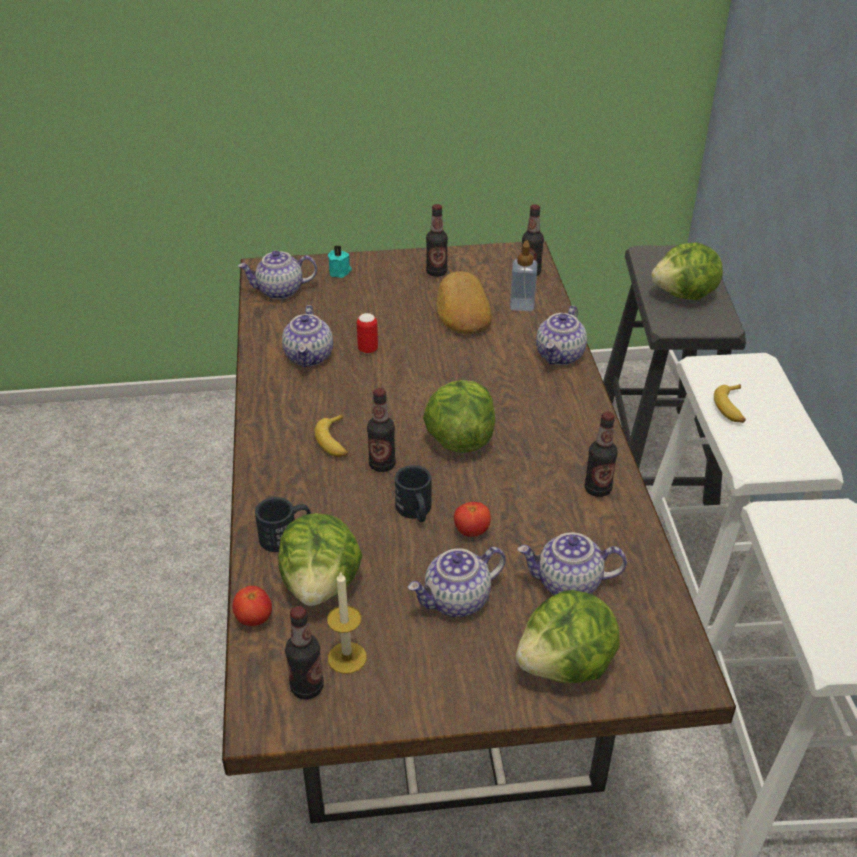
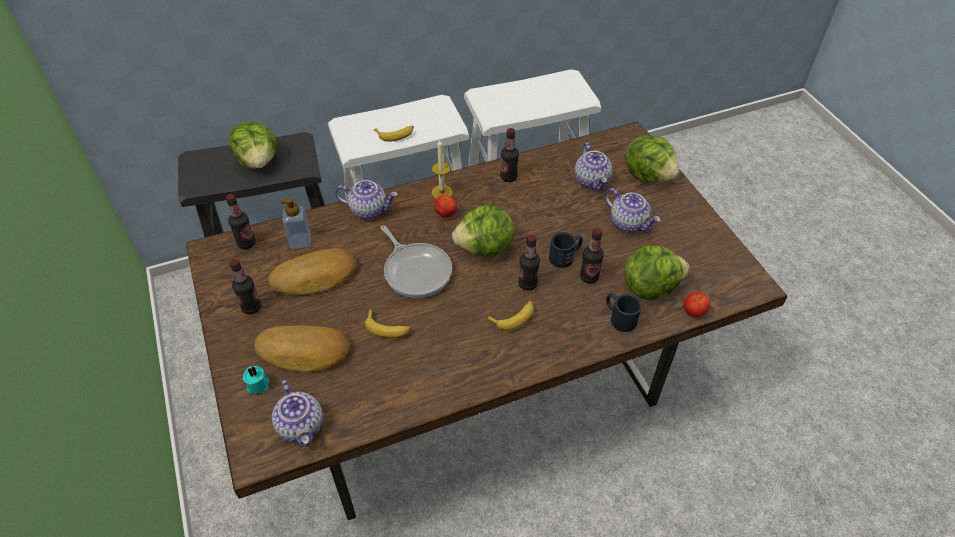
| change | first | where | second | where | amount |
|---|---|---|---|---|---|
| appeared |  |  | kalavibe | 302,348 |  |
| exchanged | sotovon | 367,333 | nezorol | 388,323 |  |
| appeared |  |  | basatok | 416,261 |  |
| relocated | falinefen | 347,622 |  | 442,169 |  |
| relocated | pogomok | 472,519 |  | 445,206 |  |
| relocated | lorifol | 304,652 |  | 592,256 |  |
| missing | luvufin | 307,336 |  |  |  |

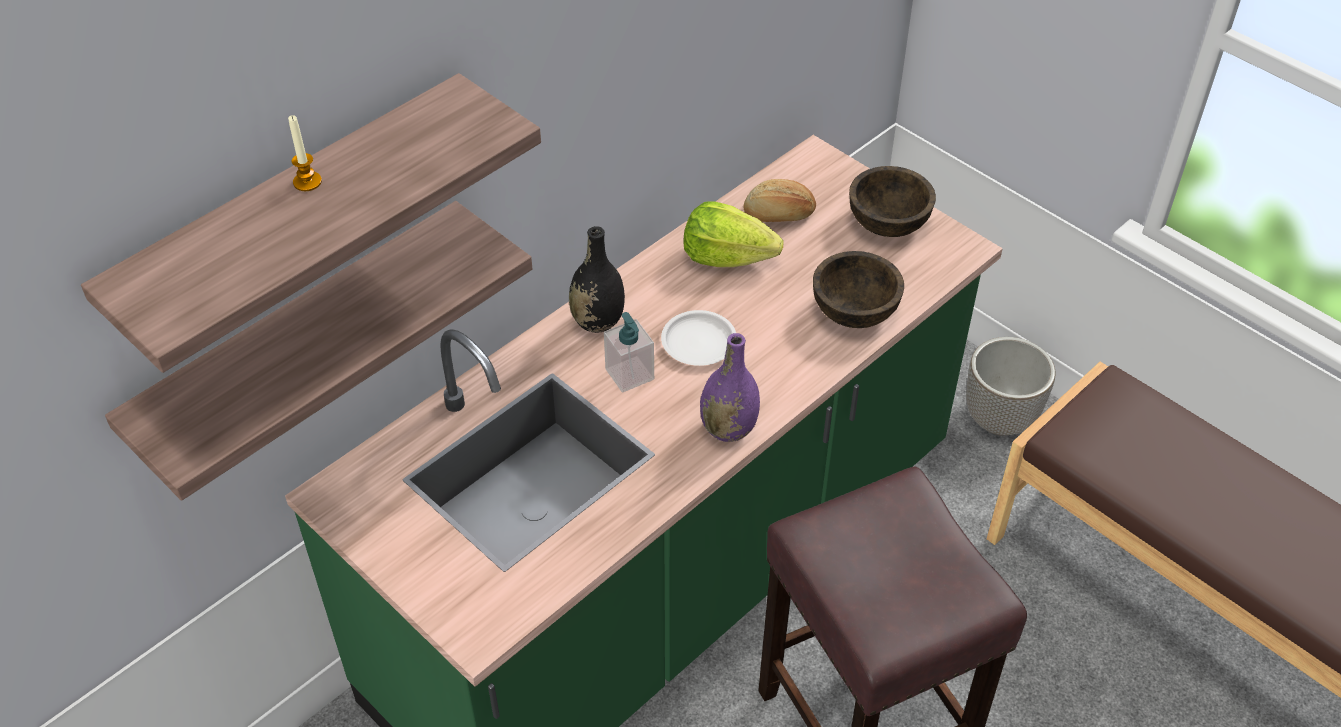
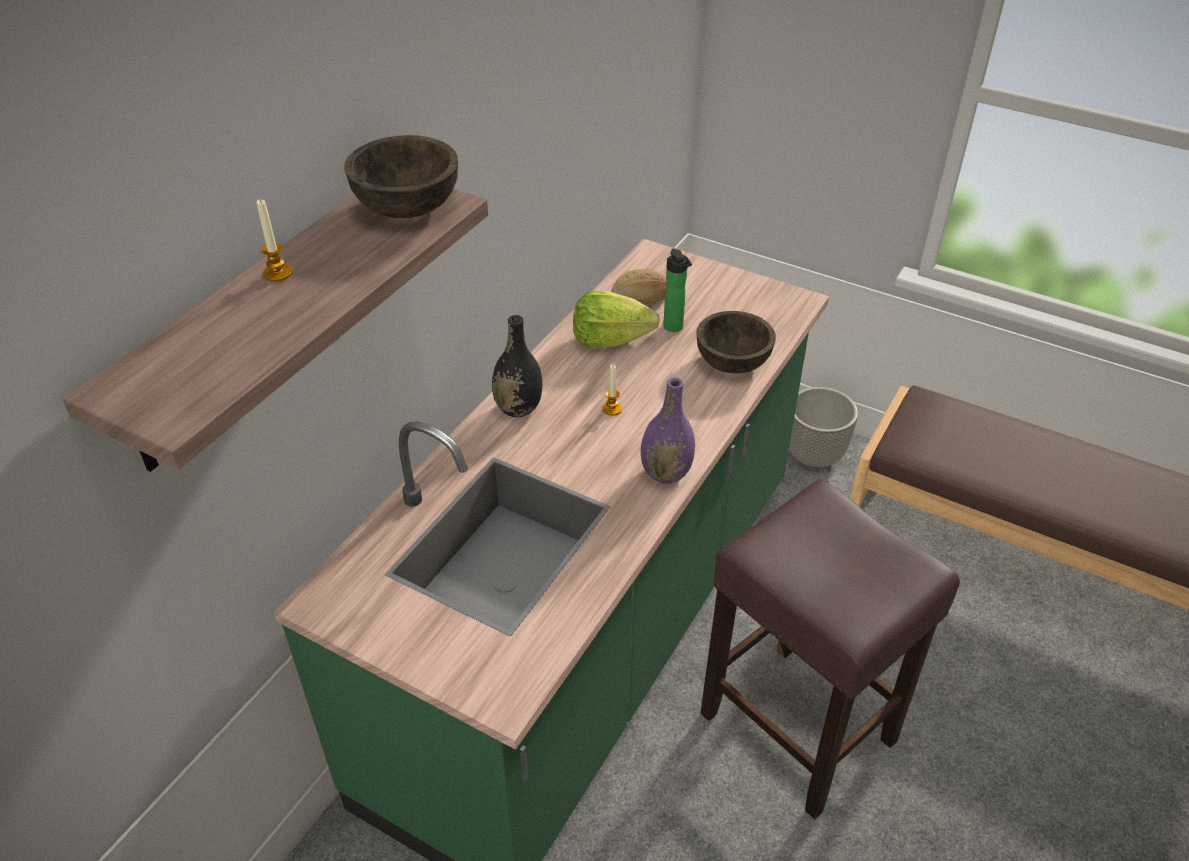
| change | first | where | second | where | amount |
|---|---|---|---|---|---|
| relocated | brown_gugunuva | 892,201 |  | 401,176 |  |
| exchanged | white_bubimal | 698,338 | falinefen | 612,390 |  |
| appeared |  |  | lorifol | 677,290 |  |
| missing | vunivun | 318,351 |  |  |  |
| missing | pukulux | 629,352 |  |  |  |

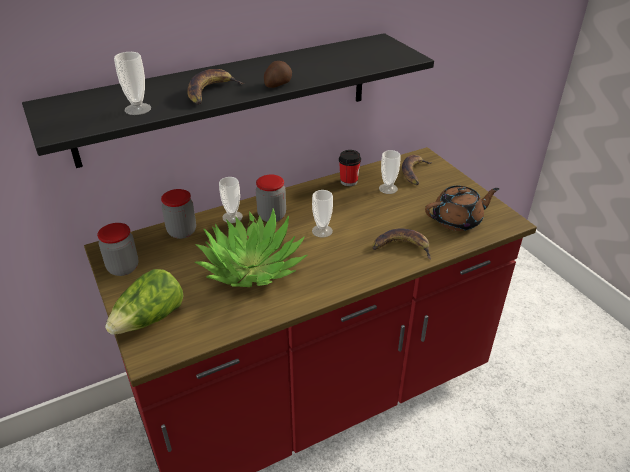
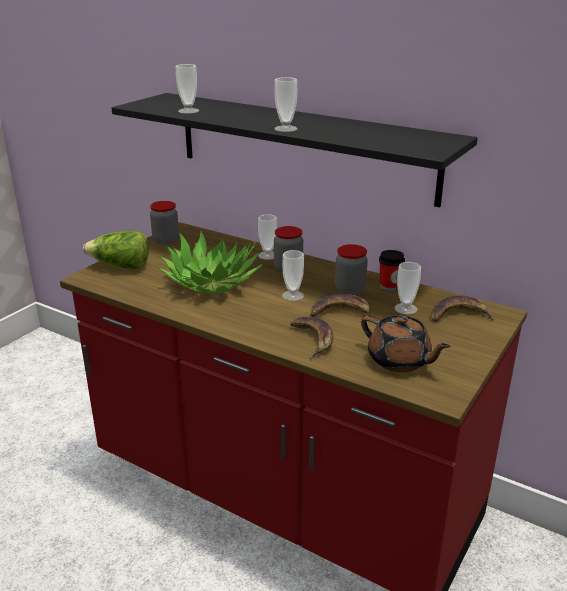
| change | first | where | second | where | amount |
|---|---|---|---|---|---|
| exchanged | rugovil | 278,74 | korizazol | 285,104 |  |
| relocated | nezorol | 215,87 |  | 340,305 |  |
| relocated | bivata | 178,214 |  | 351,269 |  |

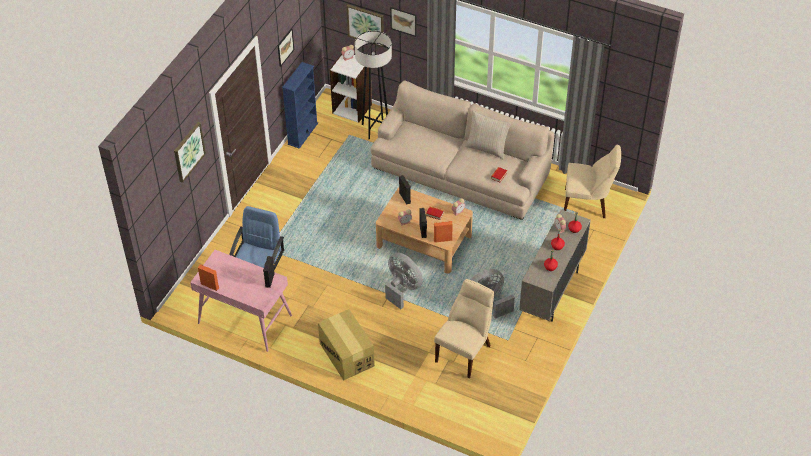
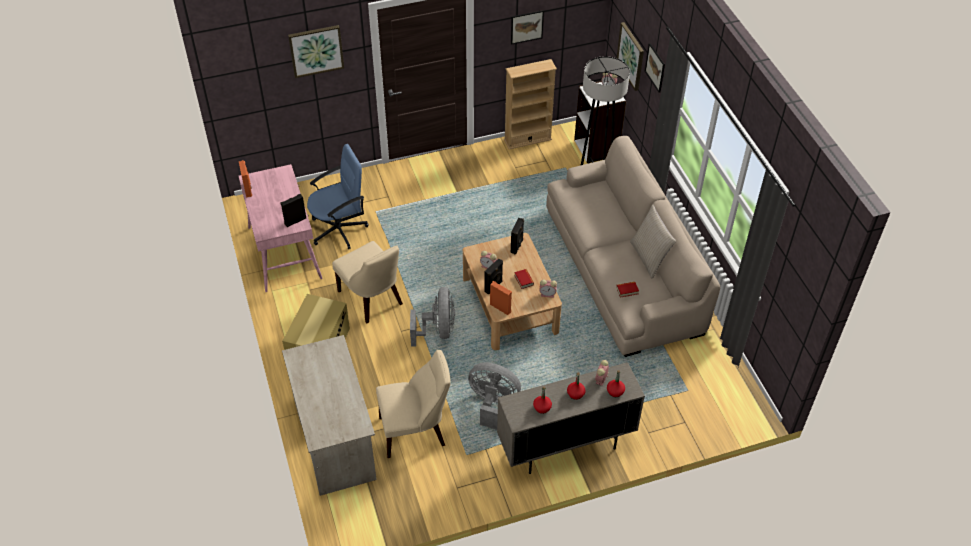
| change | first | where | second | where | amount |
|---|---|---|---|---|---|
| appeared |  |  | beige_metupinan | 329,415 |  |
| relocated | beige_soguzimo | 592,181 |  | 367,282 |  |
| colour | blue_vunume | 300,105 | beige_vunume | 530,104 |  |

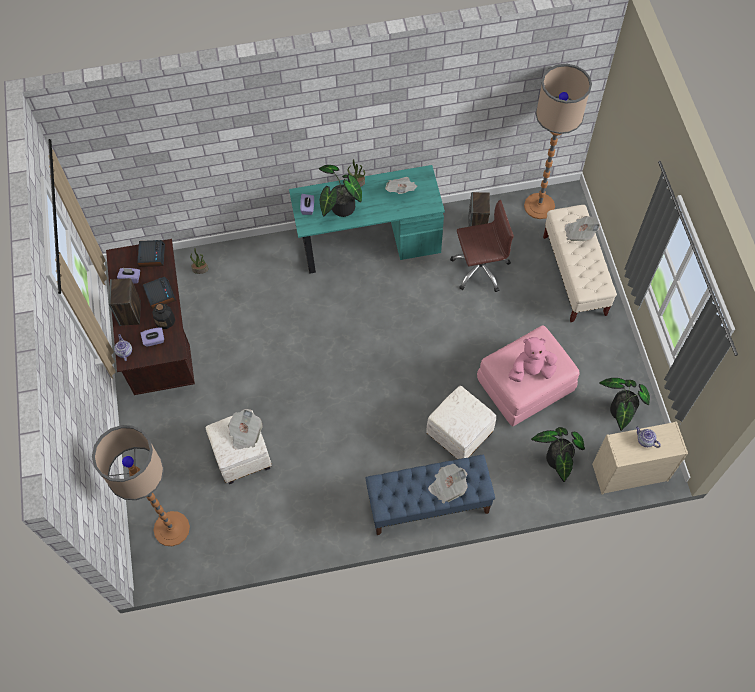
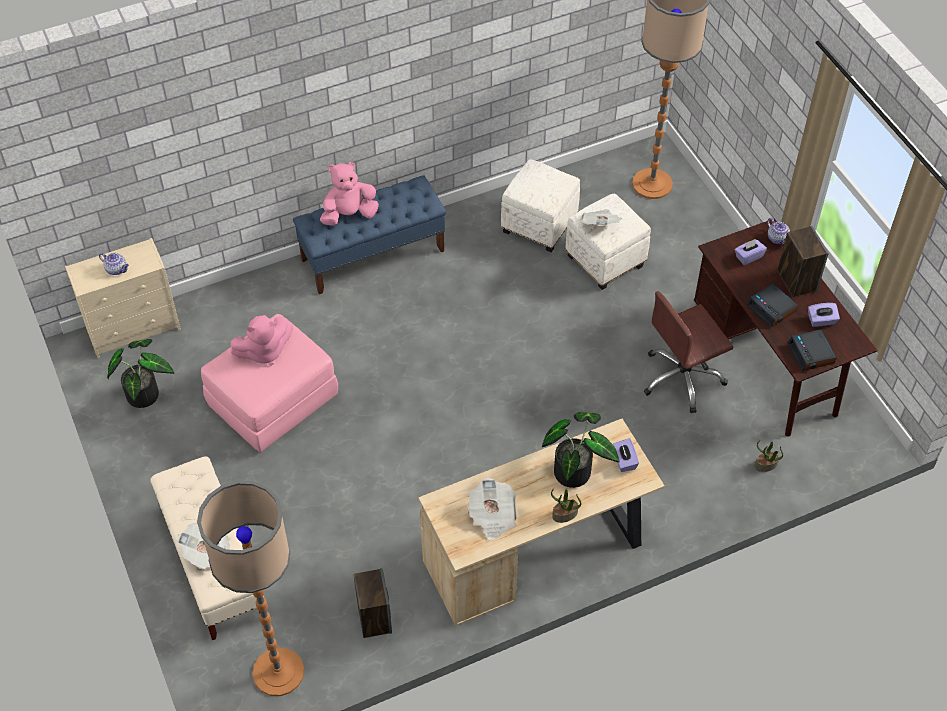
| change | first | where | second | where | amount |
|---|---|---|---|---|---|
| exchanged | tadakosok | 448,484 | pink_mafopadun | 349,194 |  |
| colour | turquoise_metupinan | 367,219 | beige_metupinan | 541,522 |  |
| relocated | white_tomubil | 461,422 |  | 540,205 |  |
| relocated | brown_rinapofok | 482,246 |  | 689,352 |  |
| missing | lorifol | 163,316 |  |  |  |
| missing | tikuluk | 558,454 |  |  |  |

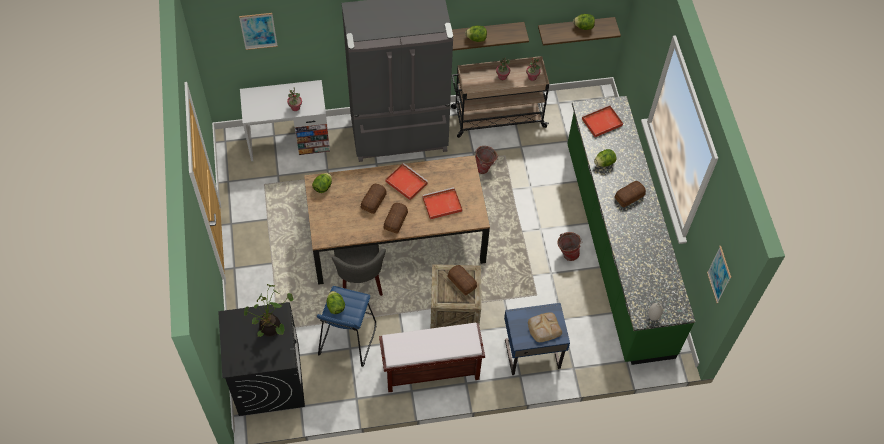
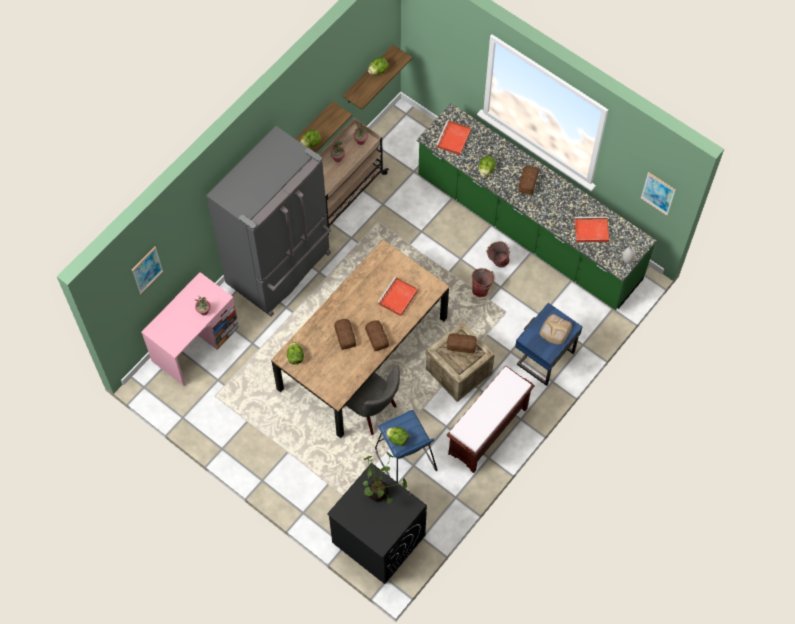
| change | first | where | second | where | amount |
|---|---|---|---|---|---|
| colour | white_metupinan | 285,120 | pink_metupinan | 190,329 |  |
| relocated | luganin | 486,160 |  | 483,282 |  |
| relocated | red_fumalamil | 406,181 |  | 591,229 |  |

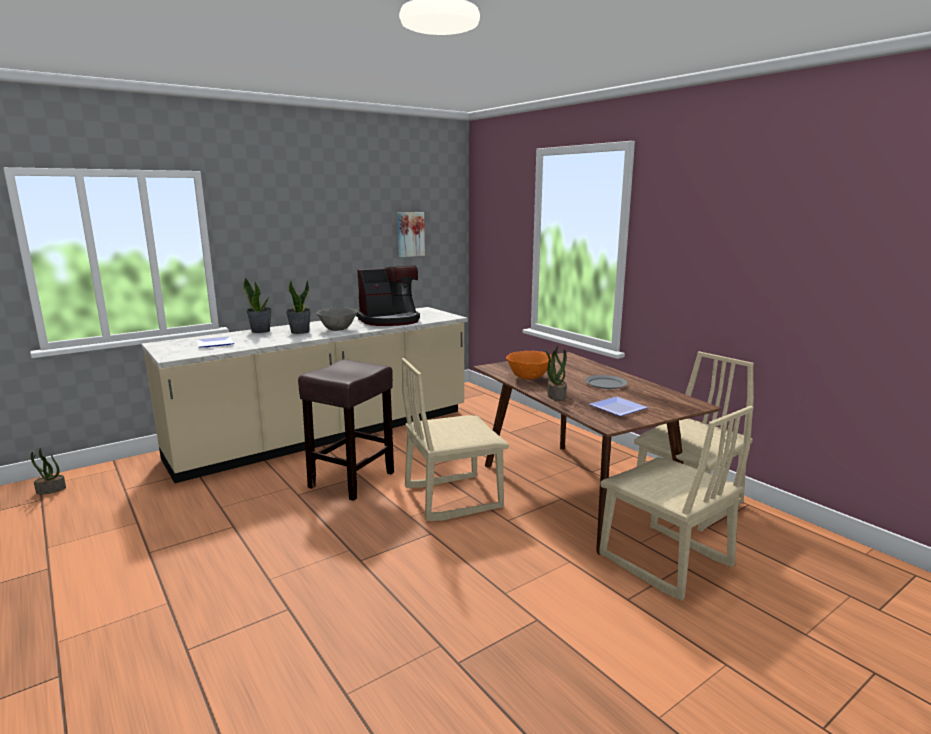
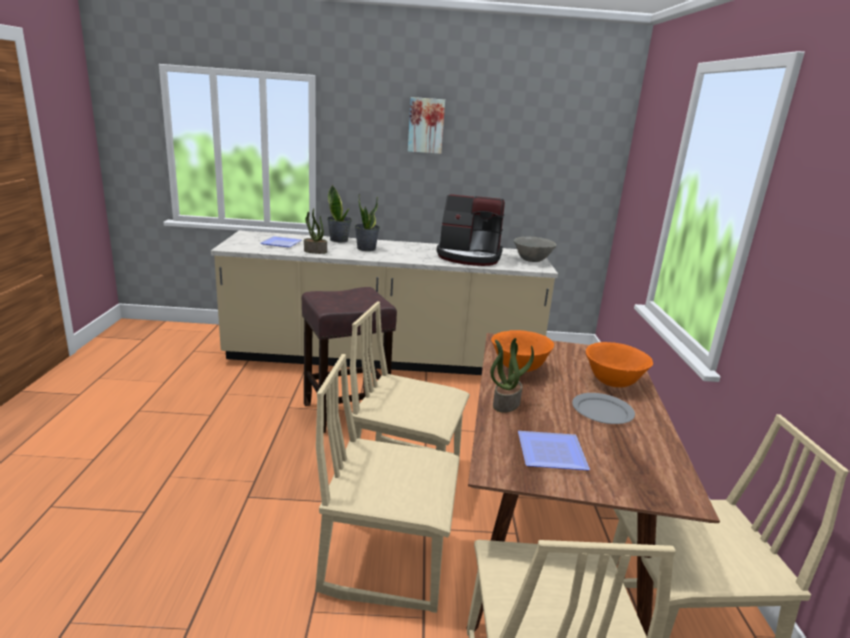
| change | first | where | second | where | amount |
|---|---|---|---|---|---|
| relocated | tikuluk | 48,471 |  | 315,231 |  |
| appeared |  |  | beige_soguzimo | 387,483 |  |
| relocated | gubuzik | 411,234 |  | 426,125 |  |
| relocated | grey_gugunuva | 337,319 |  | 535,249 |  |
| appeared |  |  | orange_gugunuva | 619,364 |  |

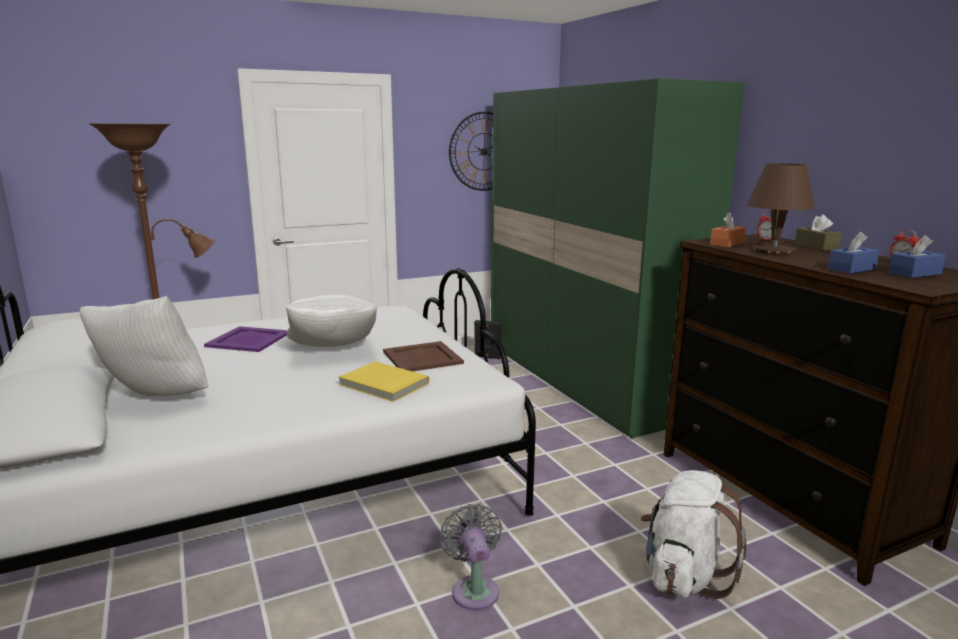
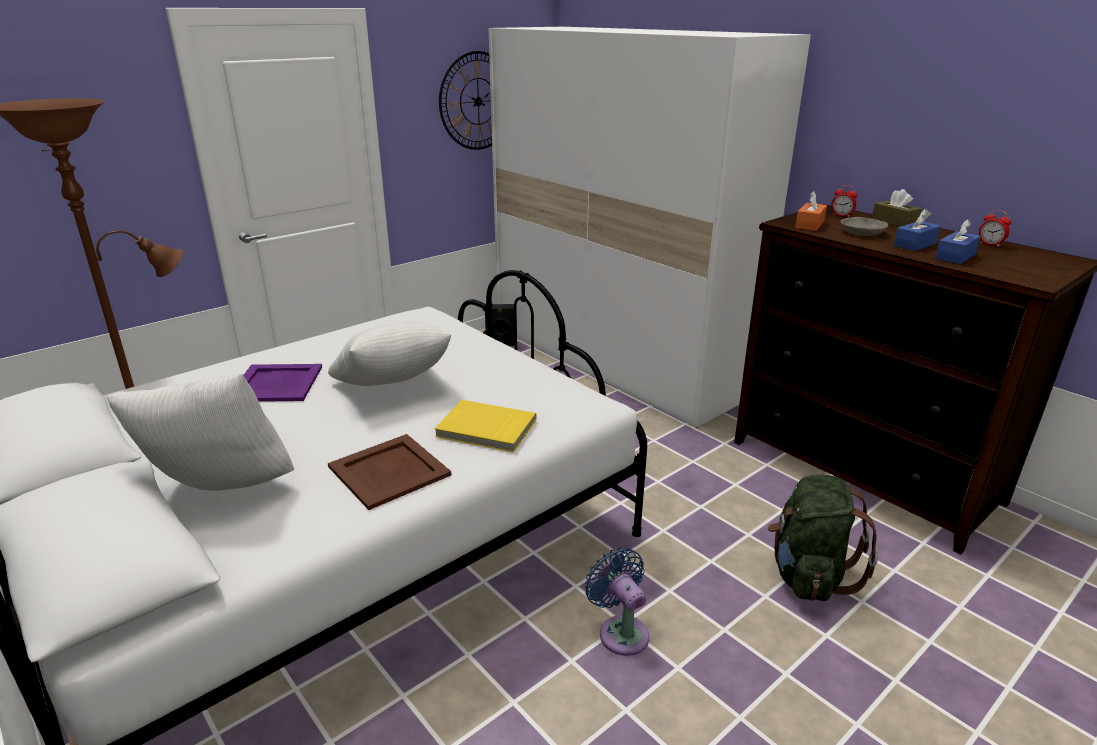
| change | first | where | second | where | amount |
|---|---|---|---|---|---|
| relocated | brown_fumalamil | 423,356 |  | 390,472 |  |
| colour | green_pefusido | 618,258 | white_pefusido | 650,227 |  |
| colour | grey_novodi | 471,557 | blue_novodi | 617,602 |  |
| colour | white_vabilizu | 694,534 | green_vabilizu | 823,538 |  |
| exchanged | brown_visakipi | 781,209 | grey_gugunuva | 864,226 |  |
| relocated | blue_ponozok | 917,256 |  | 917,230 |  |

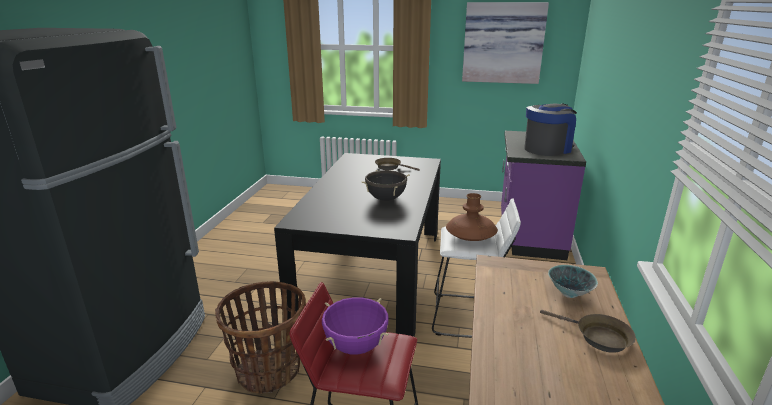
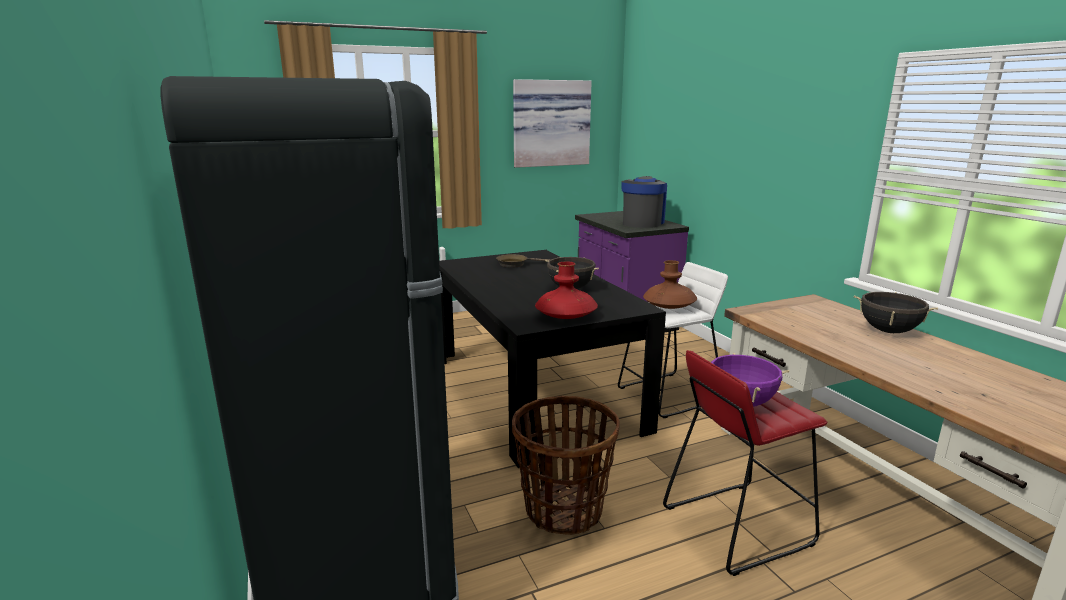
| change | first | where | second | where | amount |
|---|---|---|---|---|---|
| appeared |  |  | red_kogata | 566,290 |  |
| exchanged | brown_basatok | 588,331 | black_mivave | 896,312 |  |
| missing | gugunuva | 573,281 |  |  |  |

